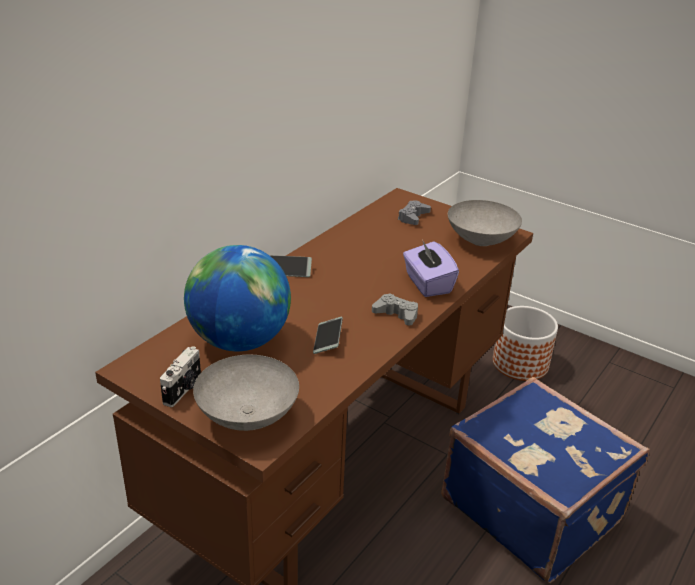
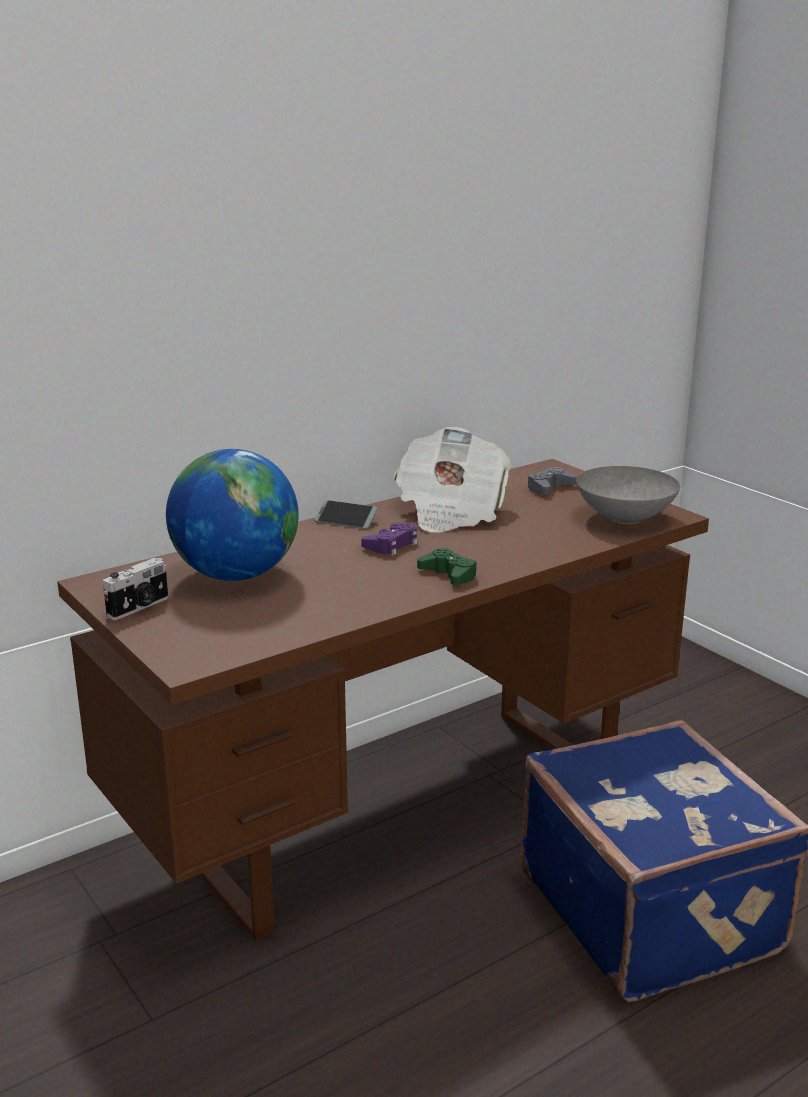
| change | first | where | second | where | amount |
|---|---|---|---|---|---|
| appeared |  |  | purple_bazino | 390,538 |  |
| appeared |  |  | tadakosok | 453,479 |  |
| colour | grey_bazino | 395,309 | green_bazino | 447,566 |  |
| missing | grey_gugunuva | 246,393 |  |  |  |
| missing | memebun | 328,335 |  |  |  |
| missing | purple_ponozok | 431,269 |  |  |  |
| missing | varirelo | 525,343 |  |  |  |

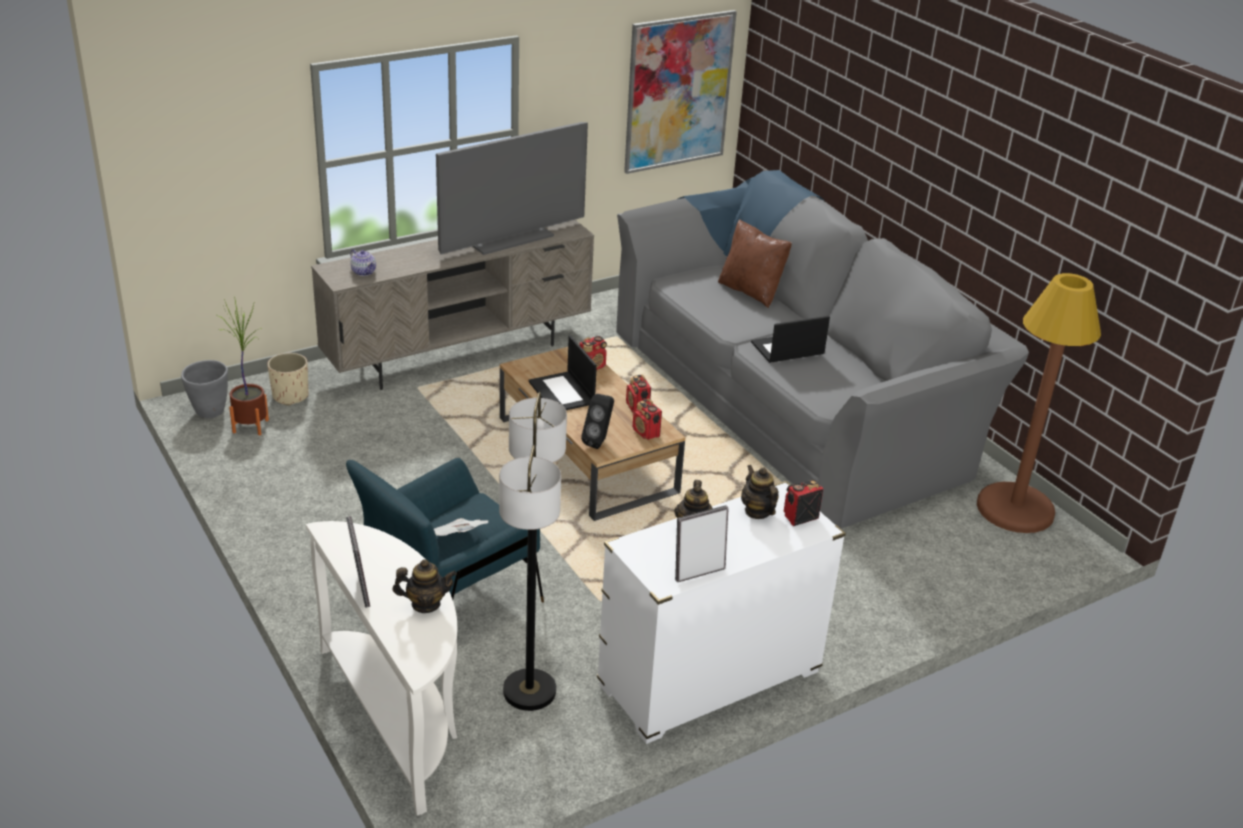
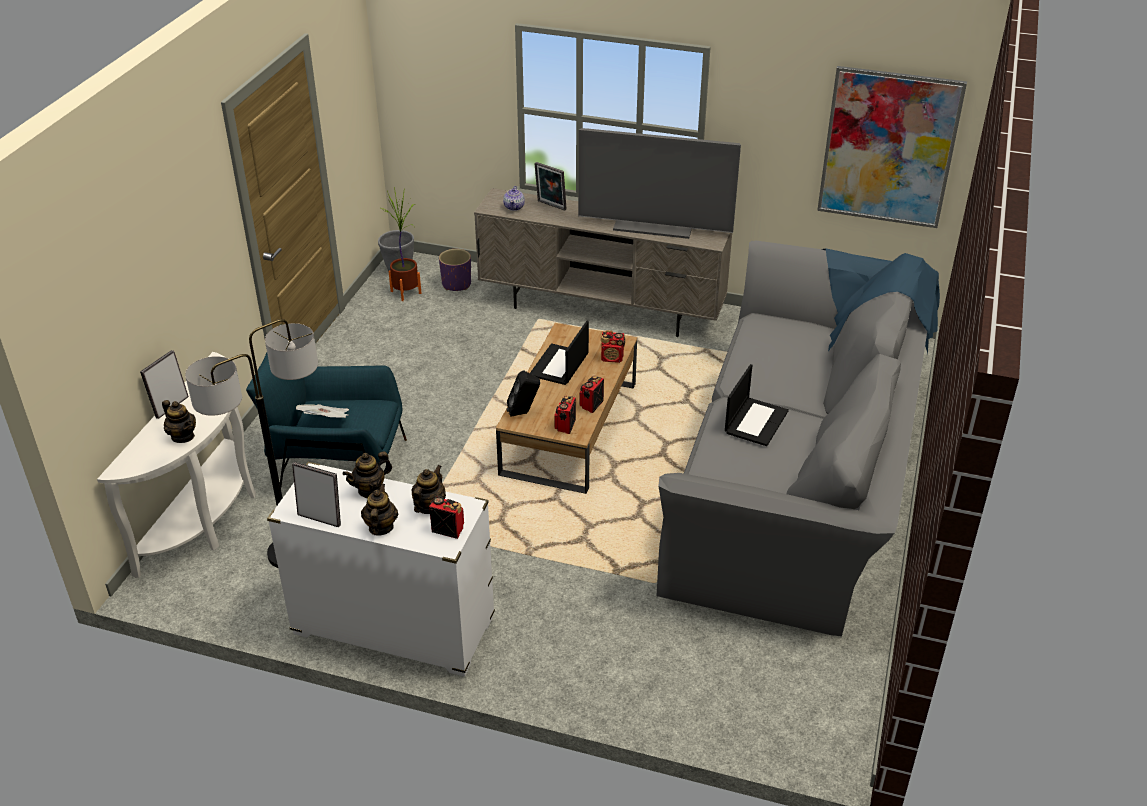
| change | first | where | second | where | amount |
|---|---|---|---|---|---|
| appeared |  |  | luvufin | 379,510 |  |
| colour | beige_varirelo | 288,379 | purple_varirelo | 455,270 |  |
| appeared |  |  | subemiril | 550,186 |  |
| spun | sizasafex | 790,339 |  | 757,405 | 90 degrees clockwise |
| missing | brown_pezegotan | 755,263 |  |  |  |
| missing | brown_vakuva | 1039,403 |  |  |  |

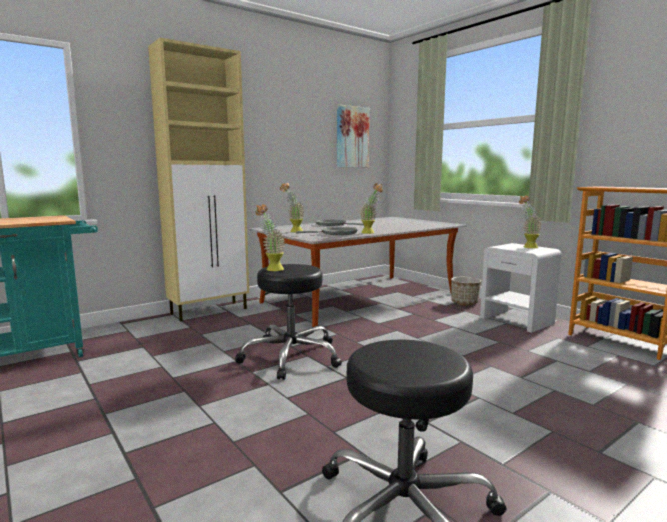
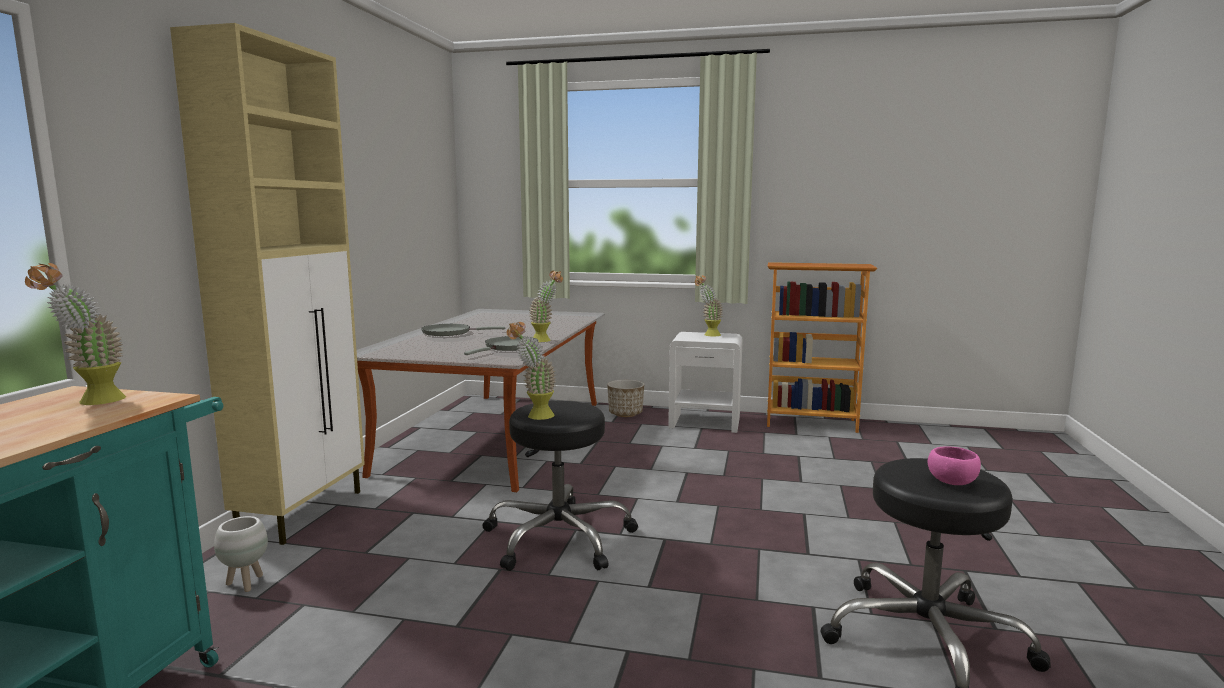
| change | first | where | second | where | amount |
|---|---|---|---|---|---|
| relocated | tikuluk | 292,207 |  | 75,334 |  |
| appeared |  |  | white_varirelo | 241,554 |  |
| appeared |  |  | pink_gugunuva | 954,465 |  |
| missing | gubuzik | 353,136 |  |  |  |

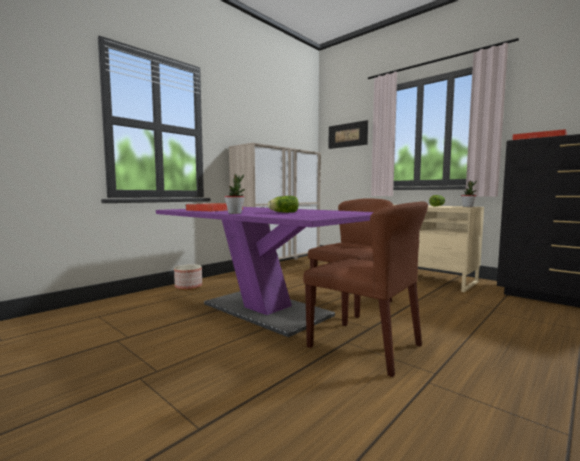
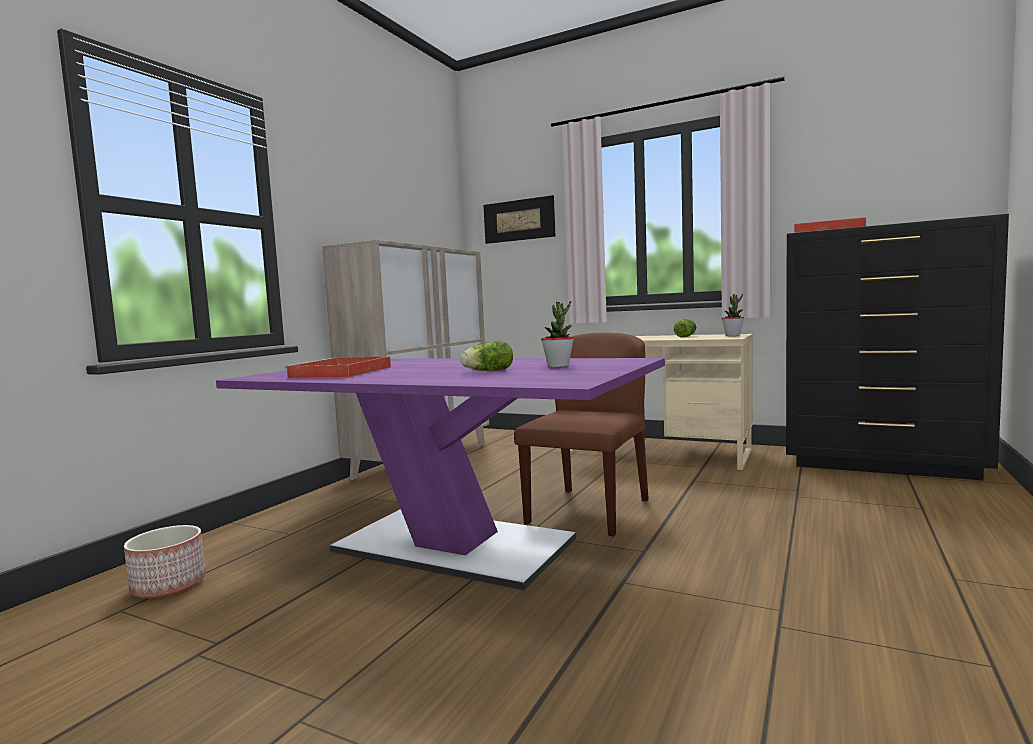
| change | first | where | second | where | amount |
|---|---|---|---|---|---|
| relocated | varirelo | 188,277 |  | 164,562 |  |
| relocated | tikuluk | 234,194 |  | 557,334 |  |
| missing | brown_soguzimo | 365,289 |  |  |  |

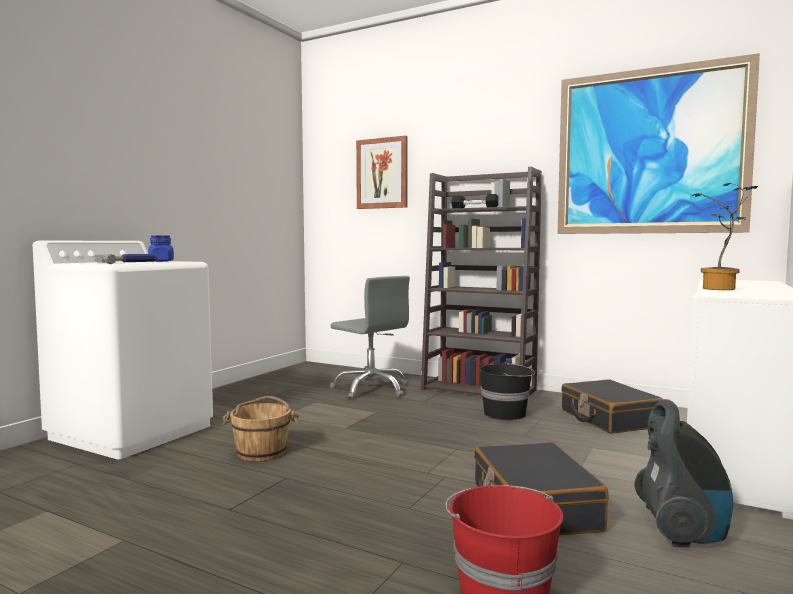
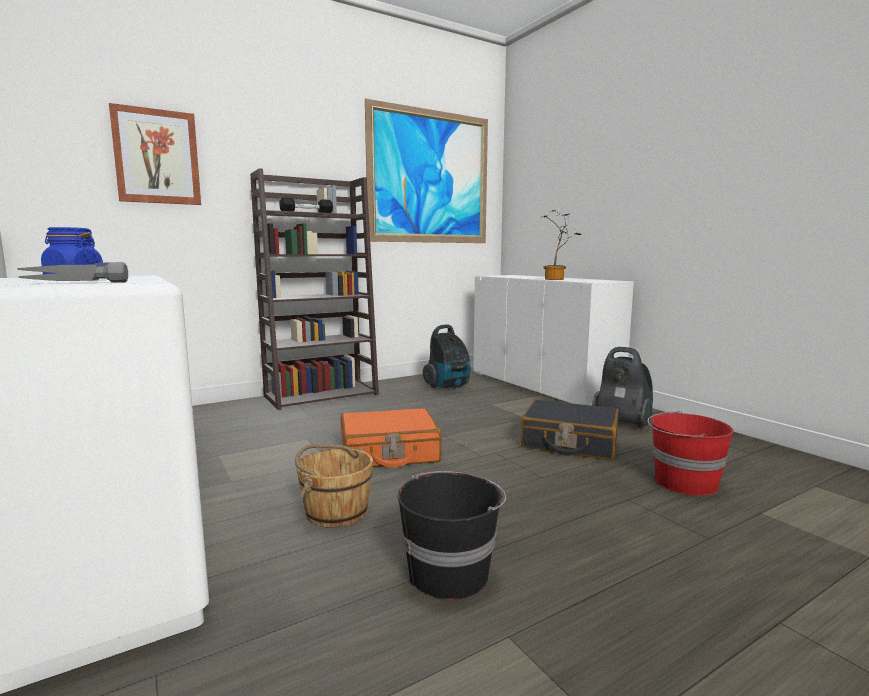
| change | first | where | second | where | amount |
|---|---|---|---|---|---|
| appeared |  |  | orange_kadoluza | 391,438 |  |
| relocated | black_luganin | 507,391 |  | 452,535 |  |
| exchanged | black_kadoluza | 612,406 | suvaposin | 447,357 |  |
| missing | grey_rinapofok | 370,337 |  |  |  |

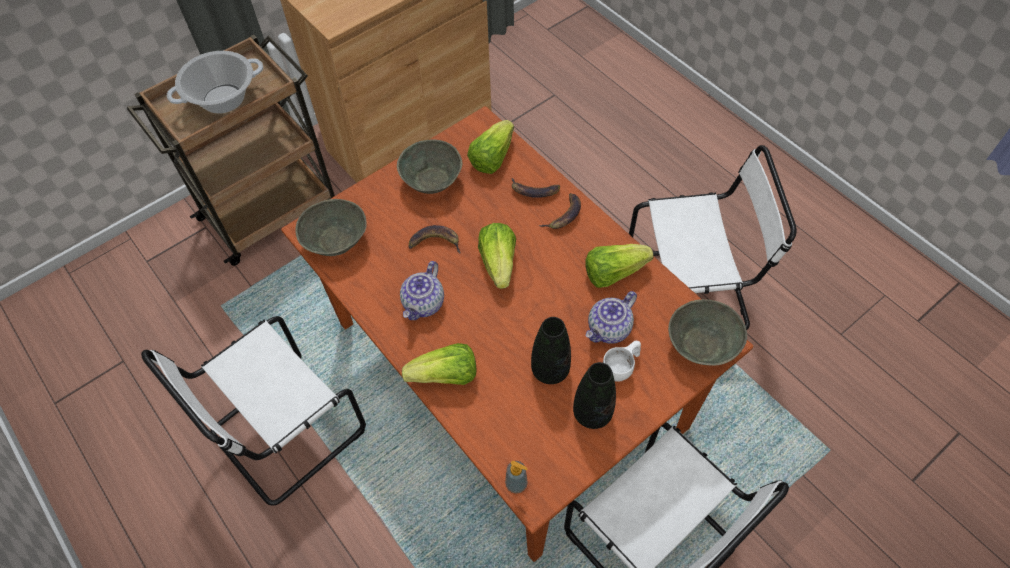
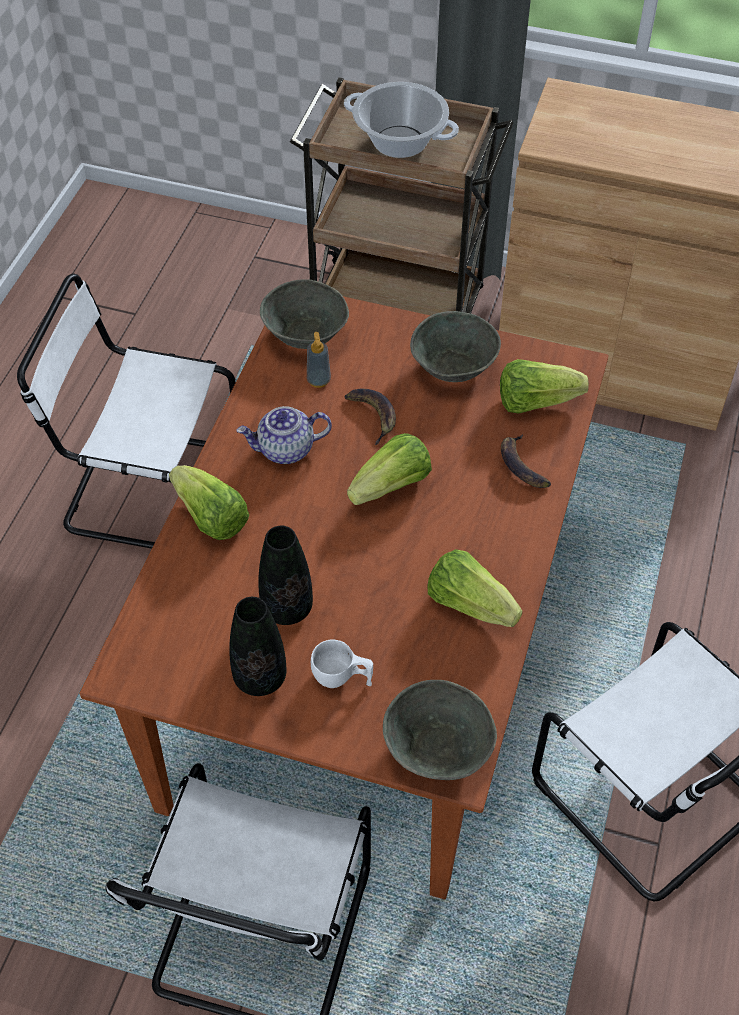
| change | first | where | second | where | amount |
|---|---|---|---|---|---|
| relocated | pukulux | 516,477 |  | 319,360 |  |
| missing | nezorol | 560,211 |  |  |  |
| missing | luvufin | 611,317 |  |  |  |

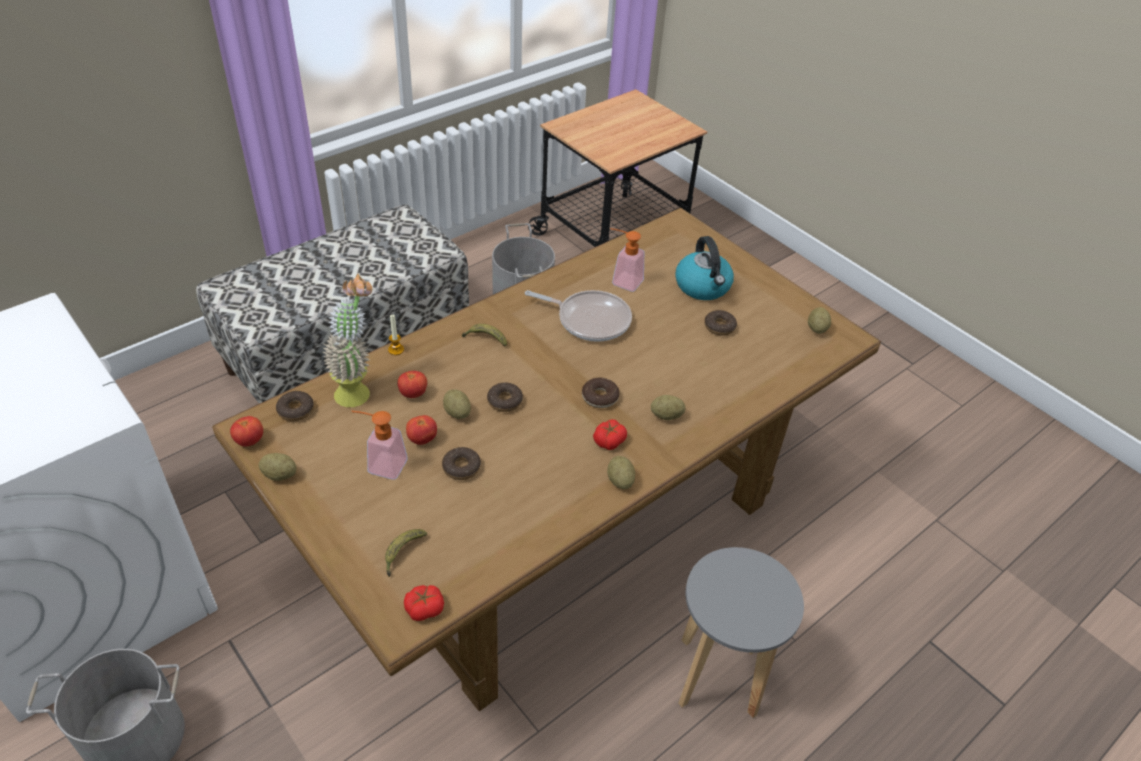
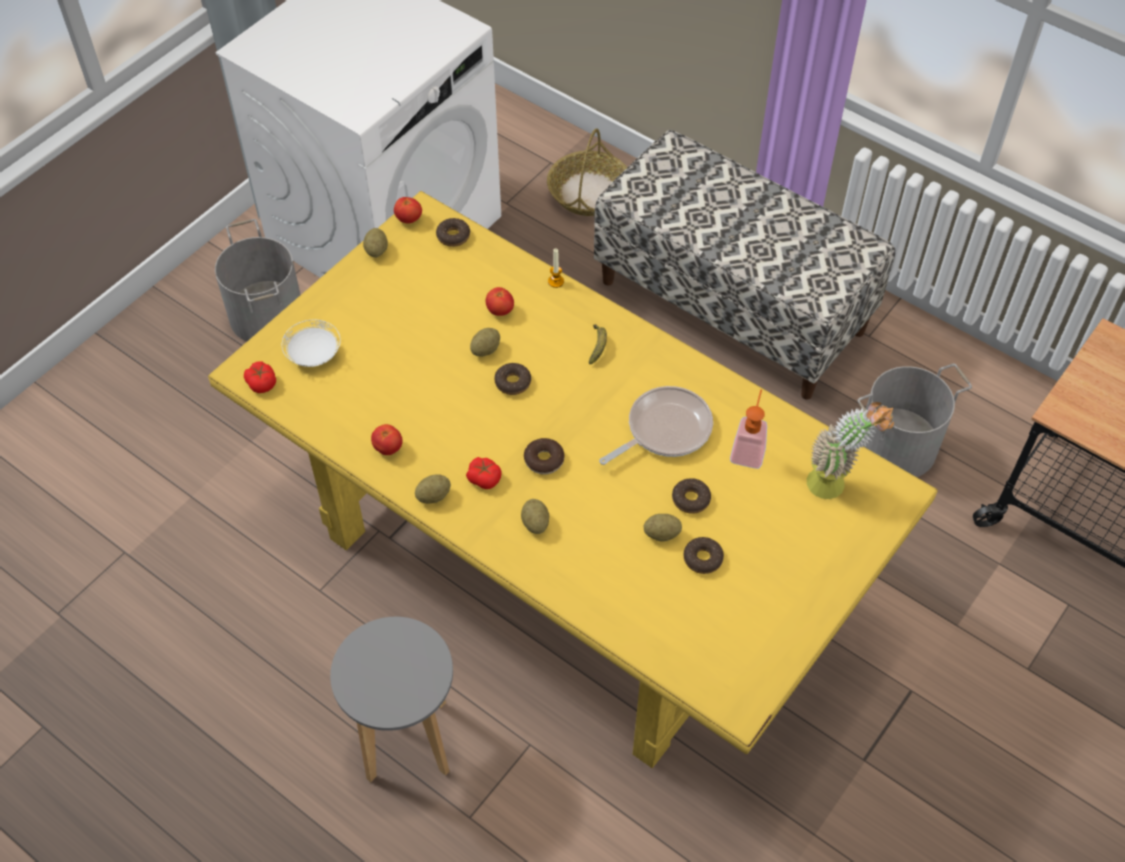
| change | first | where | second | where | amount |
|---|---|---|---|---|---|
| colour | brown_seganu | 546,459 | yellow_seganu | 573,479 |  |
| exchanged | nezorol | 406,553 | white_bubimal | 311,343 |  |
| relocated | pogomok | 421,430 |  | 386,439 |  |
| appeared |  |  | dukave | 587,172 |  |
| spun | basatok | 578,316 |  | 656,425 | 135 degrees counterclockwise |
| relocated | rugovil | 819,320 |  | 663,527 |  |
| relocated | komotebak | 461,463 |  | 691,496 |  |
| relocated | tikuluk | 347,340 |  | 850,450 |  |
| missing | pukulux | 379,445 |  |  |  |
| missing | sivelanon | 704,268 |  |  |  |

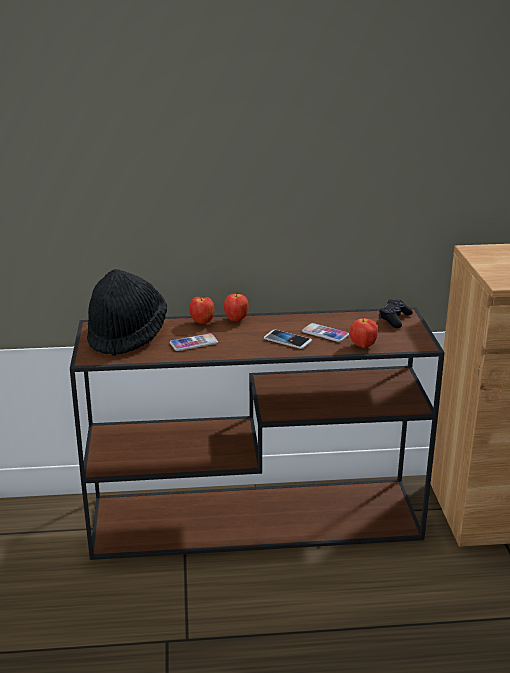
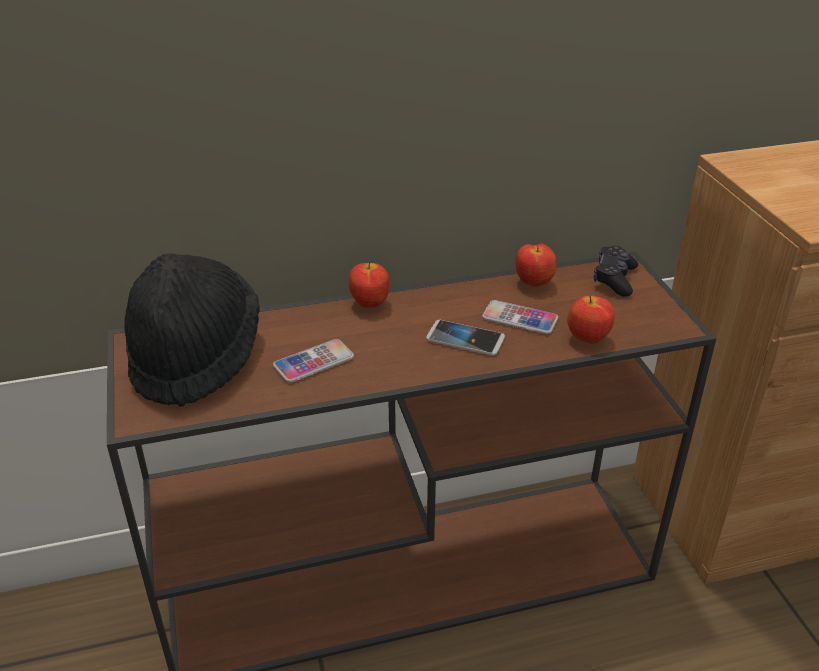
| change | first | where | second | where | amount |
|---|---|---|---|---|---|
| relocated | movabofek | 202,310 |  | 536,265 |  |

